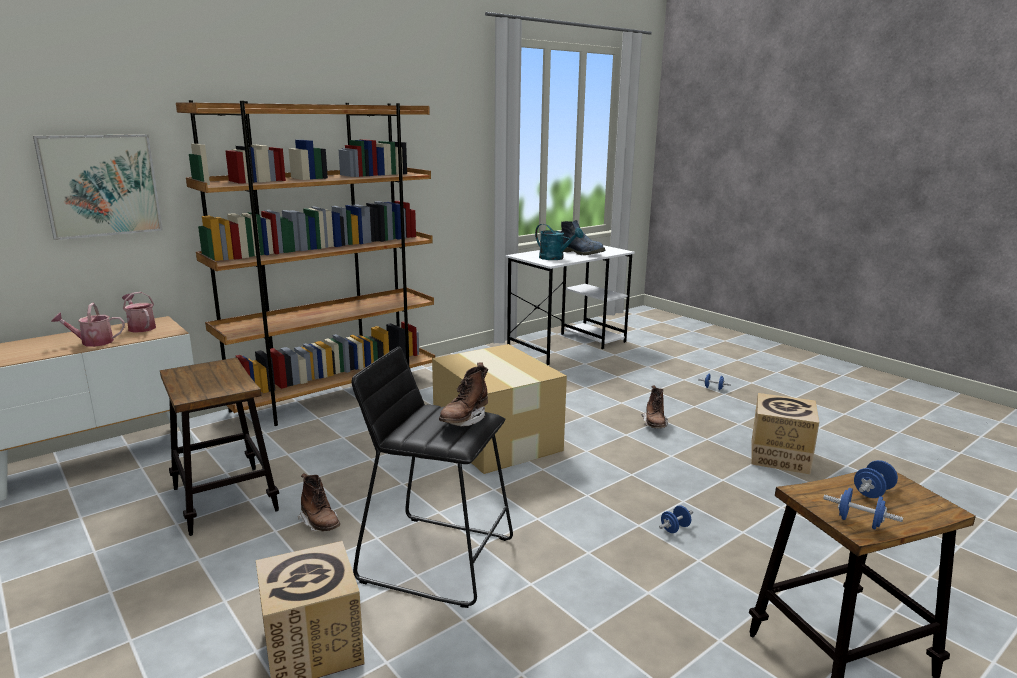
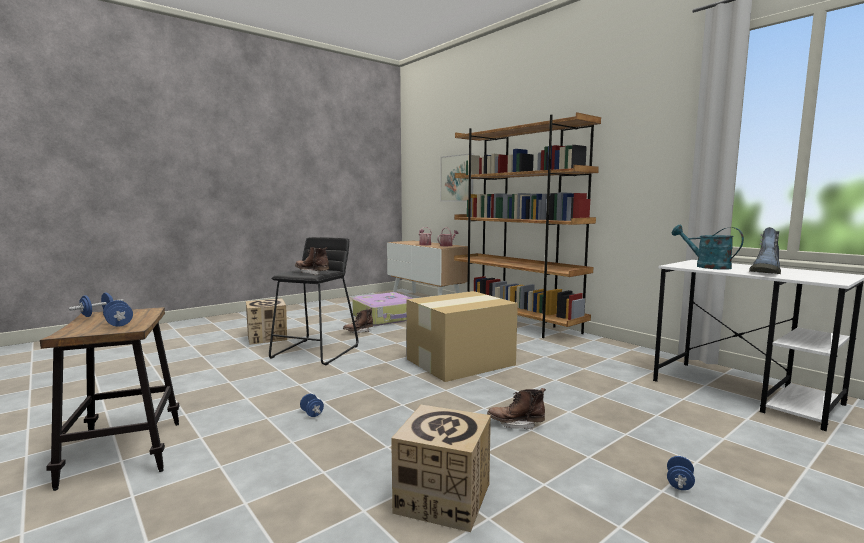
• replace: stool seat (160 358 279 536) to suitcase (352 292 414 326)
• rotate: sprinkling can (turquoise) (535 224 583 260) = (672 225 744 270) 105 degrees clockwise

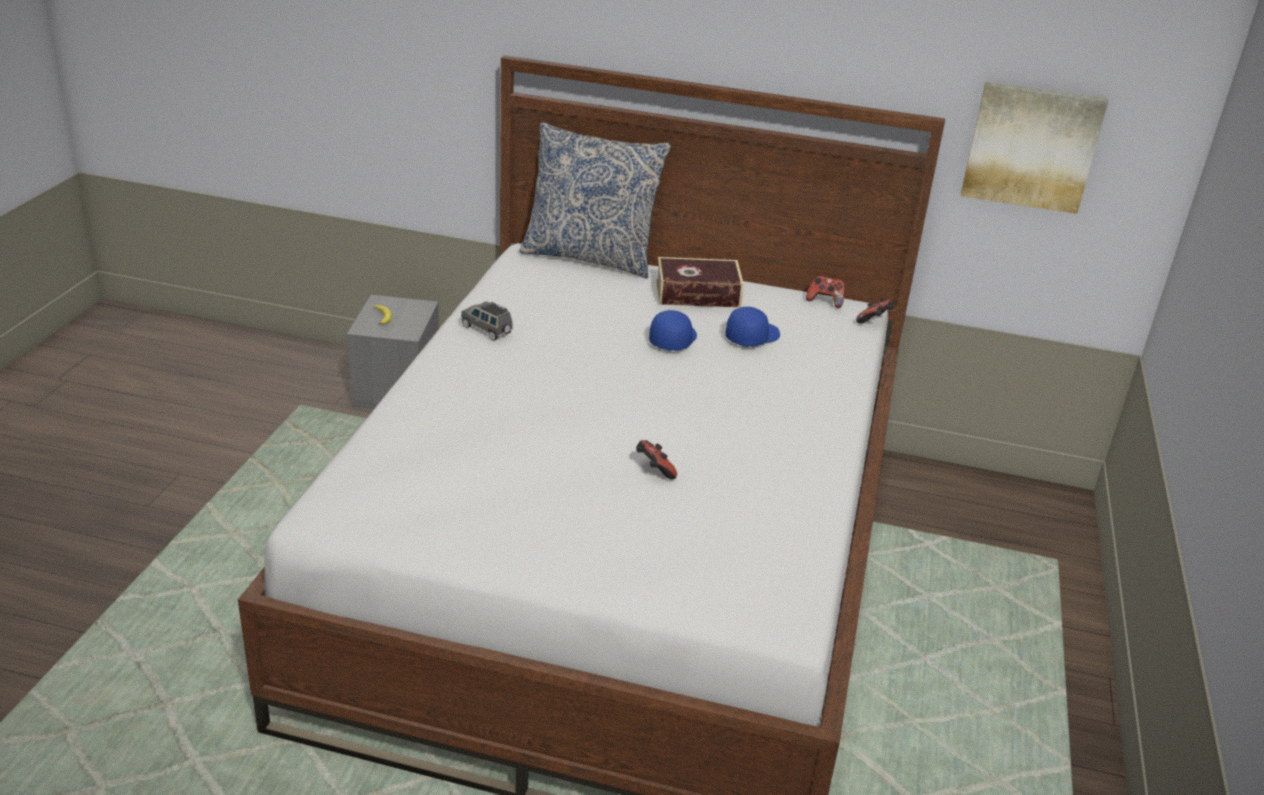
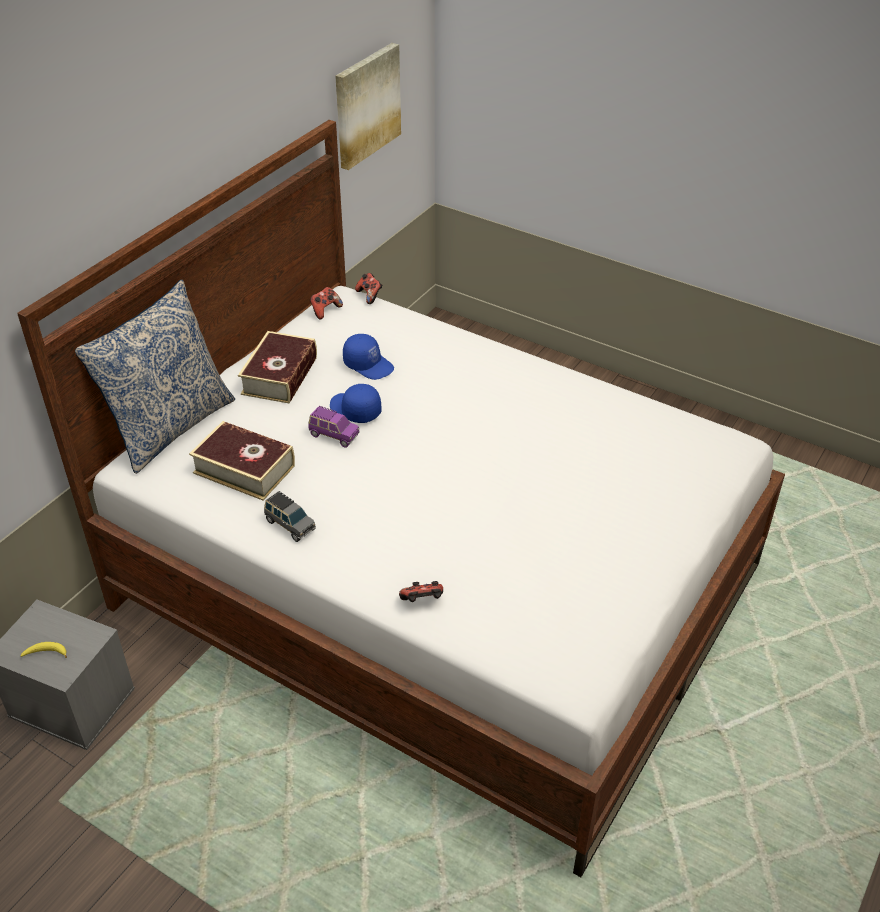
• insert: book (189 421 295 501)
• insert: miniature car (purplish) (308 406 360 448)
• move: gamepad (636 440 677 480) to (399 581 443 602)
• rotate: miniature car (greyish) (461 301 513 341) = (264 491 316 542) 105 degrees counterclockwise
• rotate: cap (blue-coloured) (726 307 780 347) = (343 334 394 380) 150 degrees clockwise

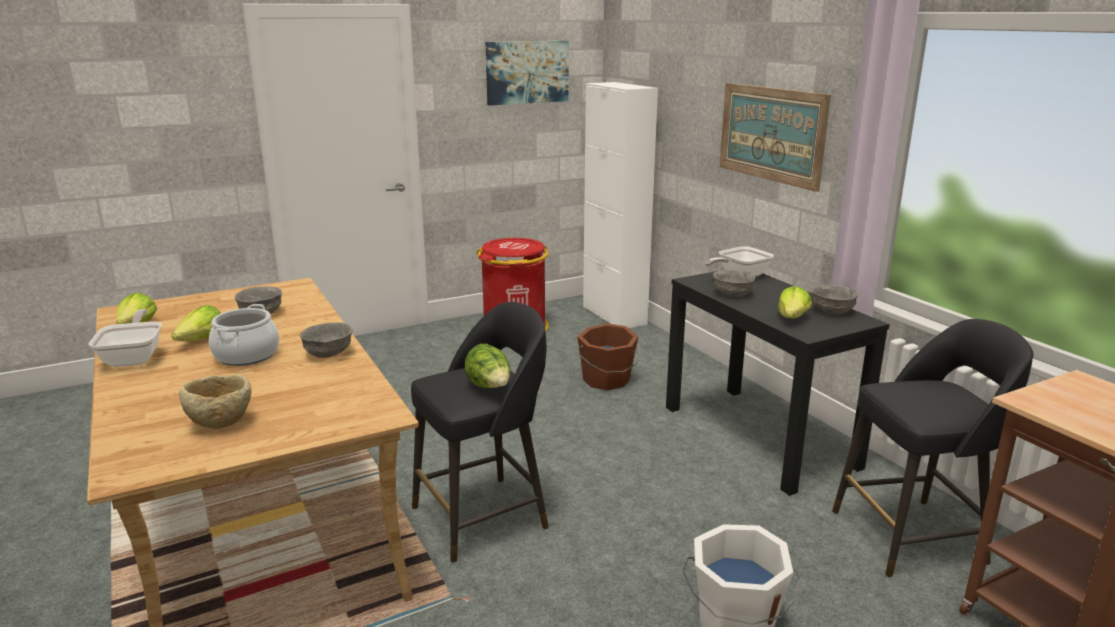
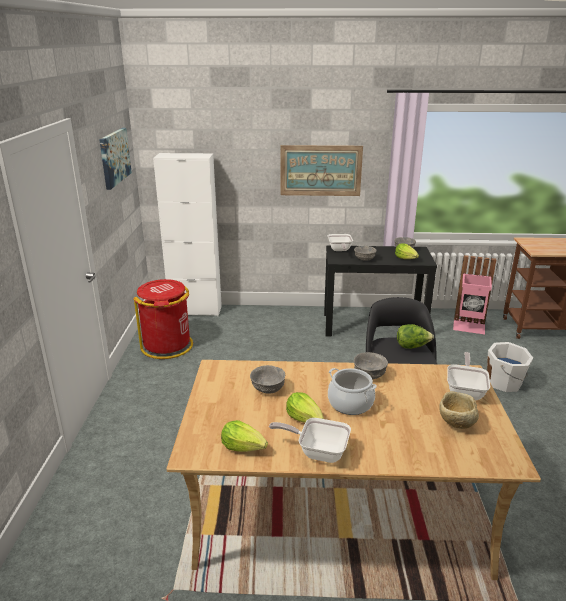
• delete: pail (brown) (577 323 640 390)
• insert: skillet (447 352 490 401)
• replace: stool seat (blackish) (832 319 1034 577) to rubbish bin (pinkish) (453 255 496 334)

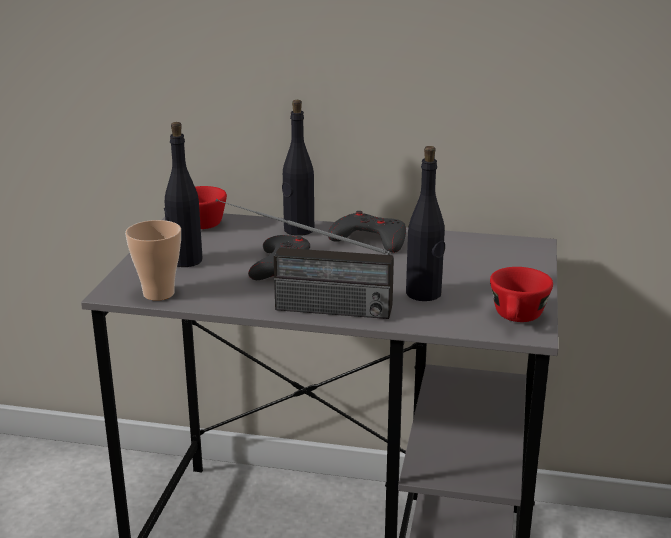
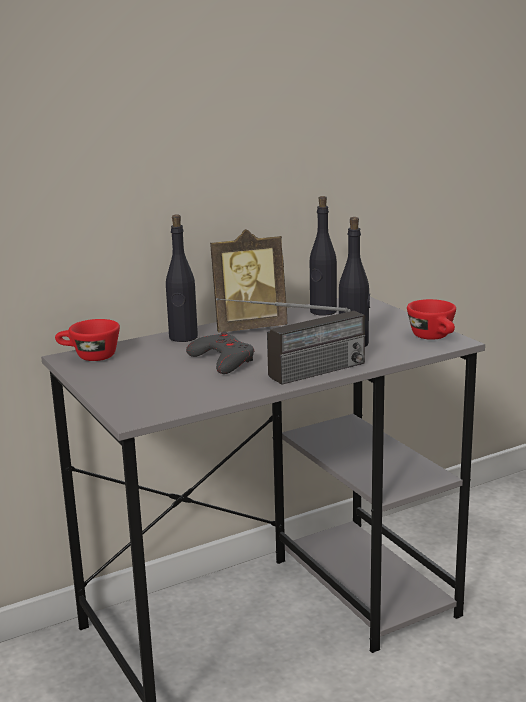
• delete: drinking cup (125 220 181 301)
• move: beverage bottle (blackish) (164 122 203 267) to (310 196 337 316)
• replace: gamepad (greyish) (328 211 406 253) to standing frame (210 229 288 332)

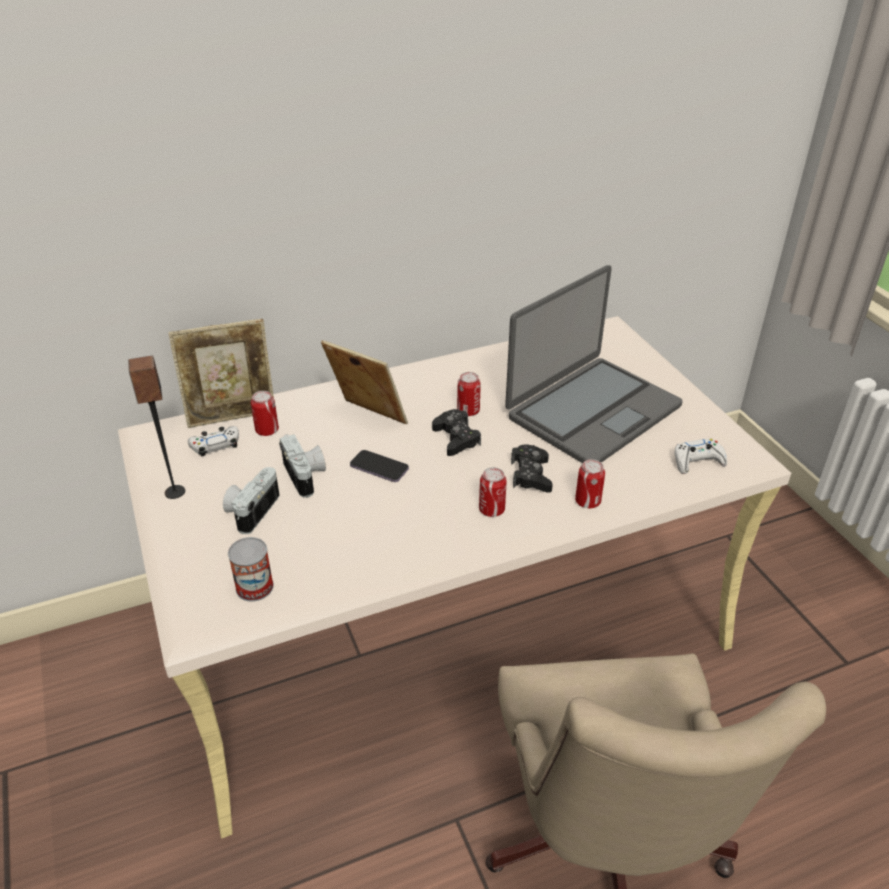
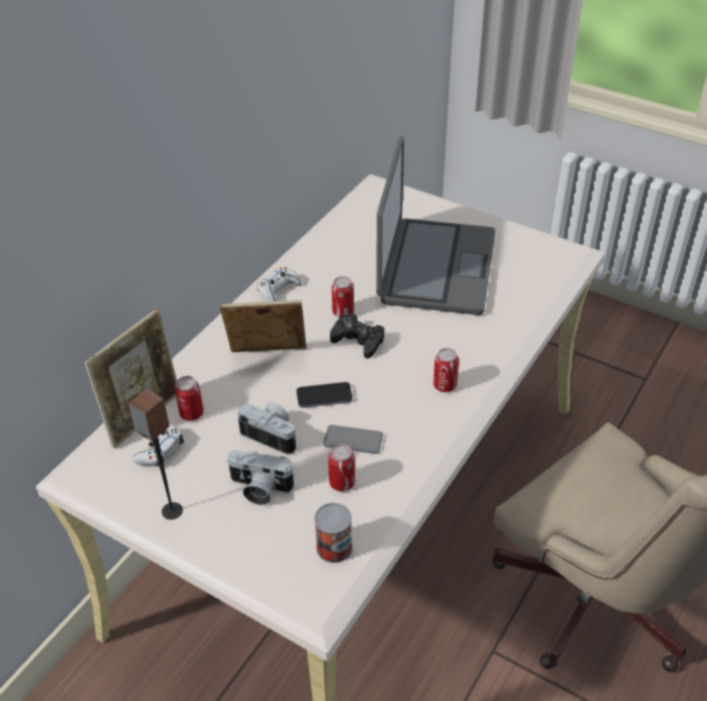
• delete: gamepad (blackish) (511 444 553 493)
• insert: phone (323 425 383 454)
• move: metal can (575 459 605 508) to (328 444 355 491)
• move: gamepad (whitish) (674 439 727 474) to (257 267 302 302)
• rotate: photo camera (223 467 279 534) = (227 450 295 505) 60 degrees counterclockwise

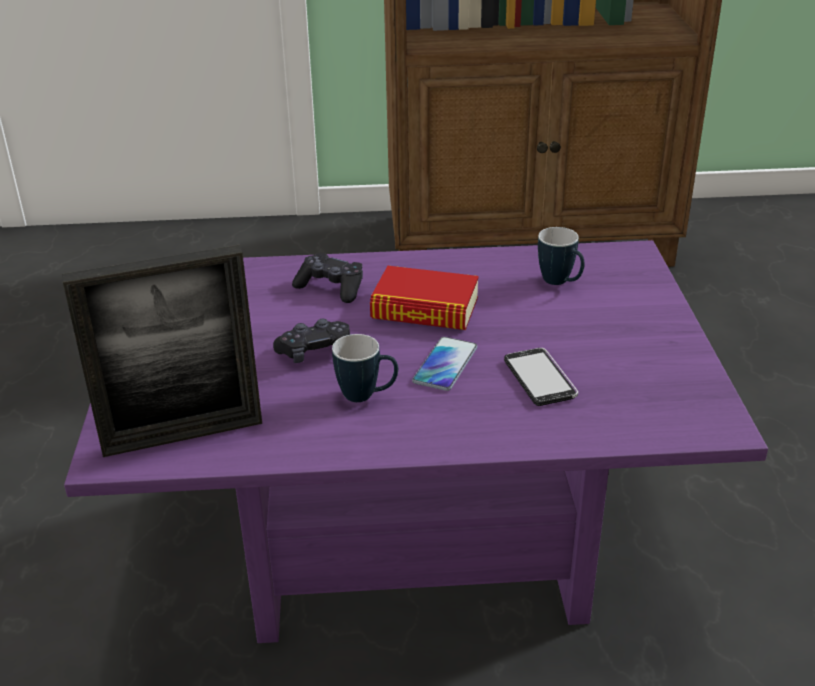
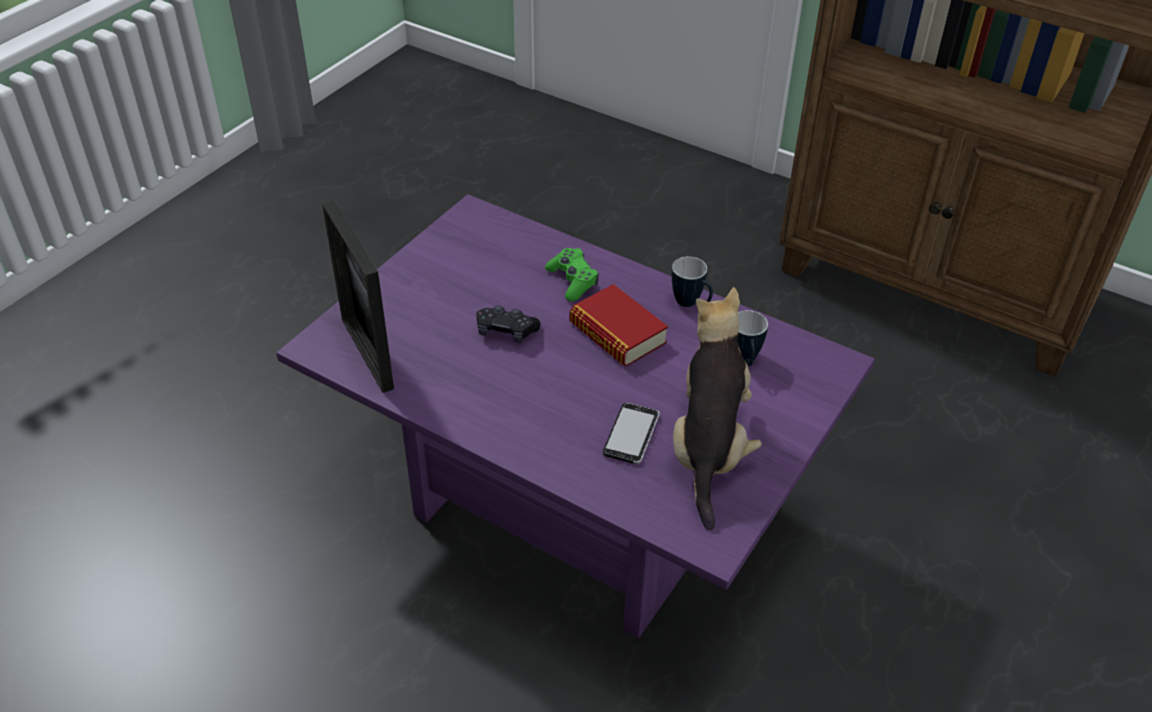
• delete: phone (412 337 477 391)
• insert: plush toy (673 287 762 530)
• move: mug (332 334 398 402) to (672 256 713 307)
• recolor: gamepad (blackish) (292 253 363 303) to gamepad (greenish) (545 248 599 301)
• rotate: standing frame (62 245 262 457) = (322 201 394 393) 45 degrees clockwise

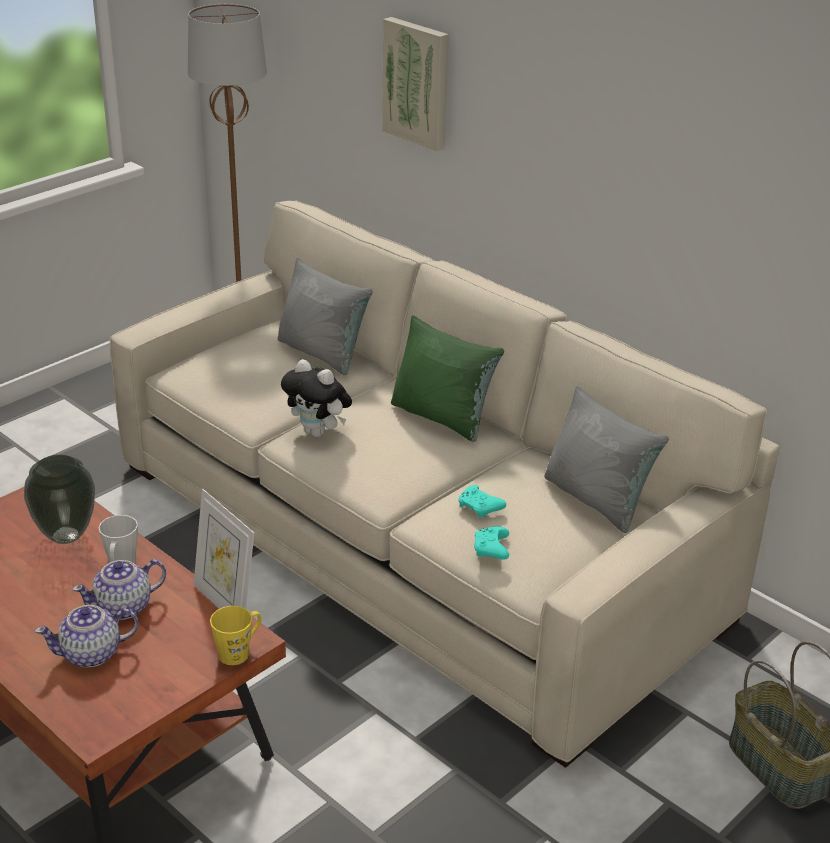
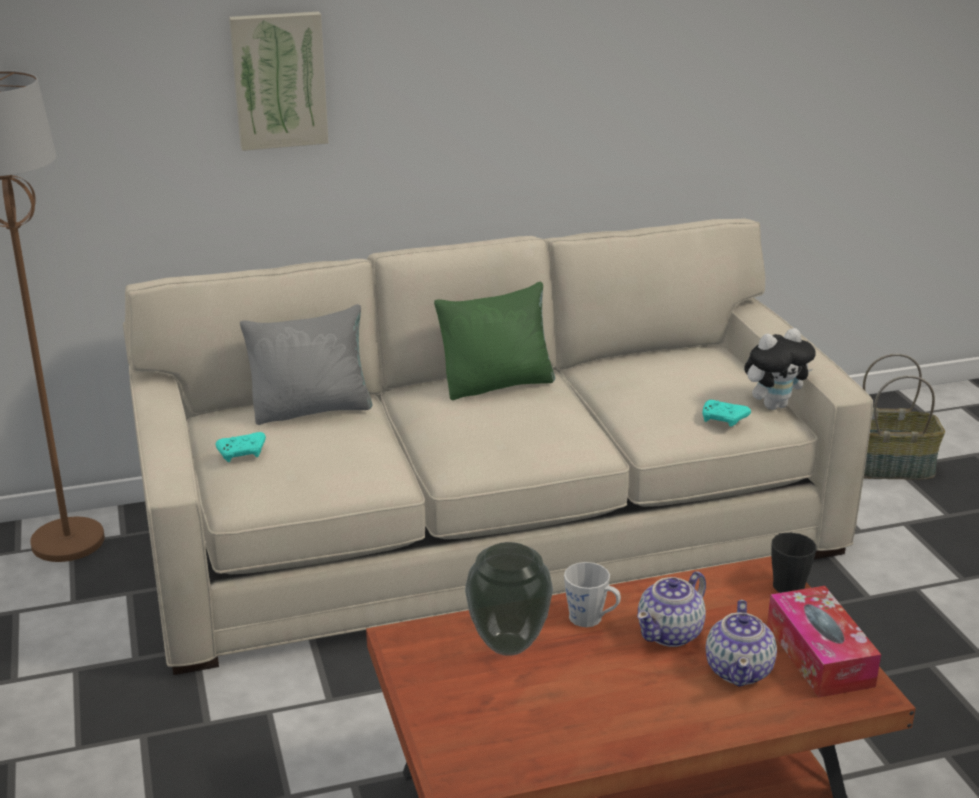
• delete: standing frame (194 489 254 609)
• delete: cushion (greyish) (544 386 669 533)
• insert: tissue holder (767 586 881 698)
• move: plush toy (281 359 352 437) to (744 328 816 410)
• move: gamepad (turquoise) (458 485 506 518) to (216 432 266 462)
• recolor: mug (yellow-coloured) (210 606 262 665) to mug (blackish) (771 533 817 593)
• rotate: tea pot (72 559 166 620) = (637 571 706 647) 45 degrees clockwise

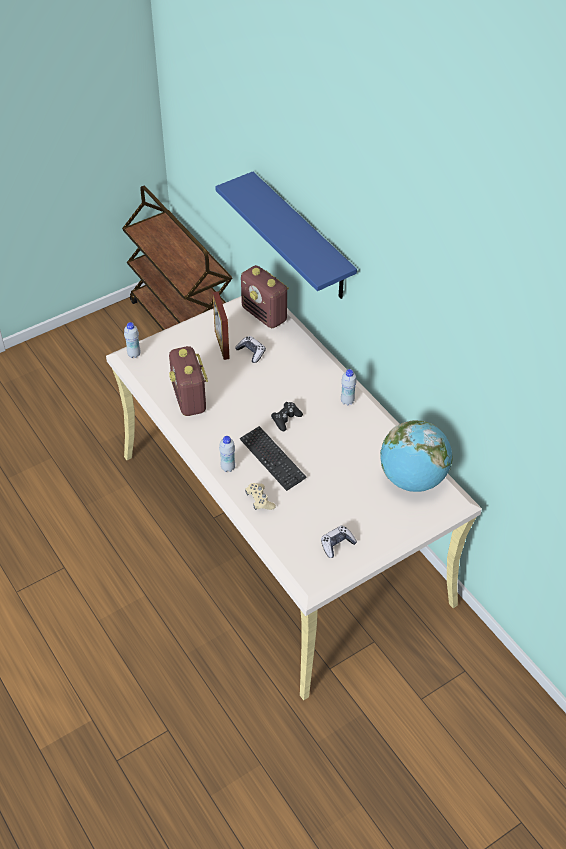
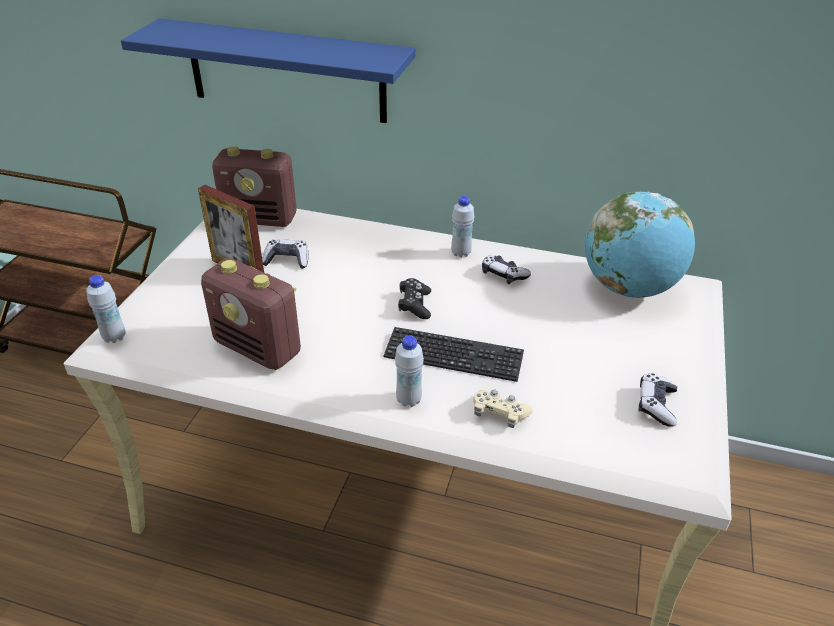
• insert: gamepad (482 255 531 284)

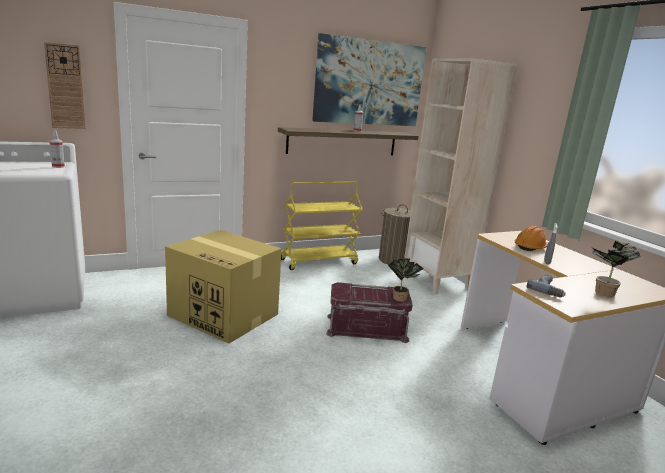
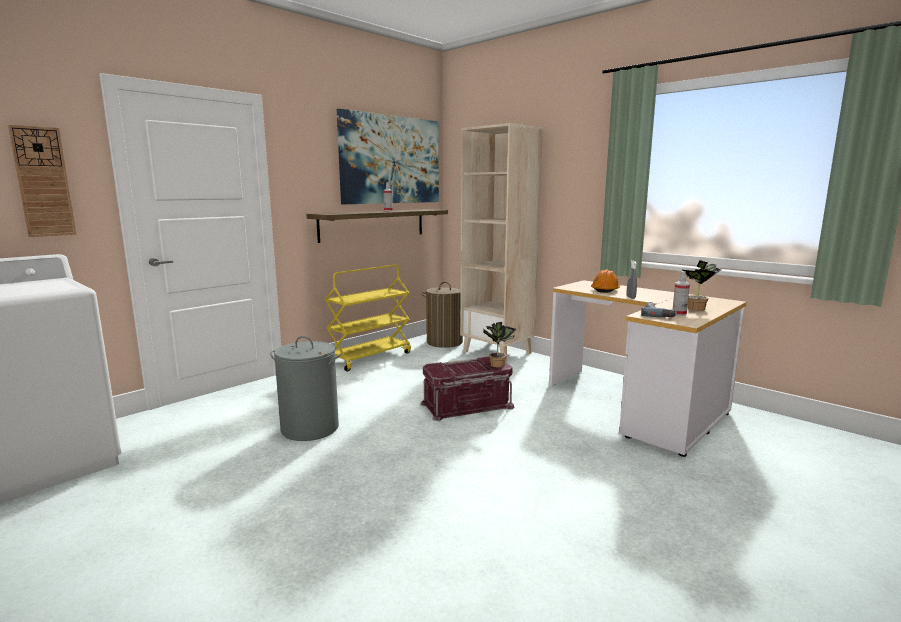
• move: spray bottle (49 131 65 168) to (672 271 690 316)
• replace: packing box (165 230 282 343) to hamper (greyish) (270 336 341 441)

